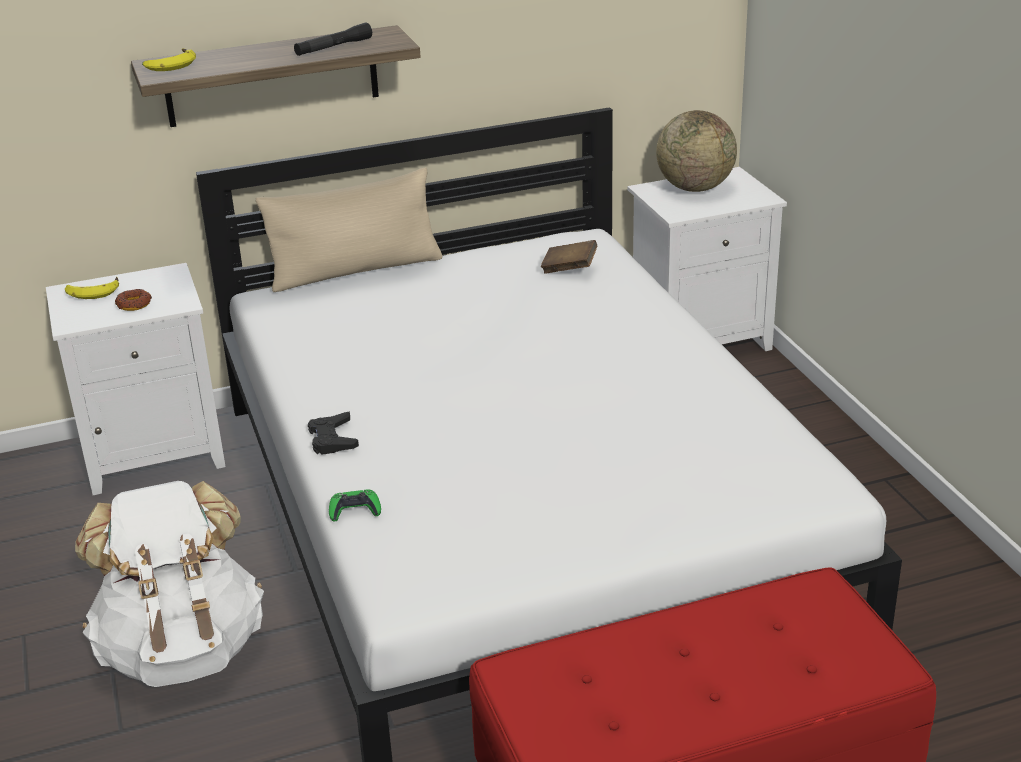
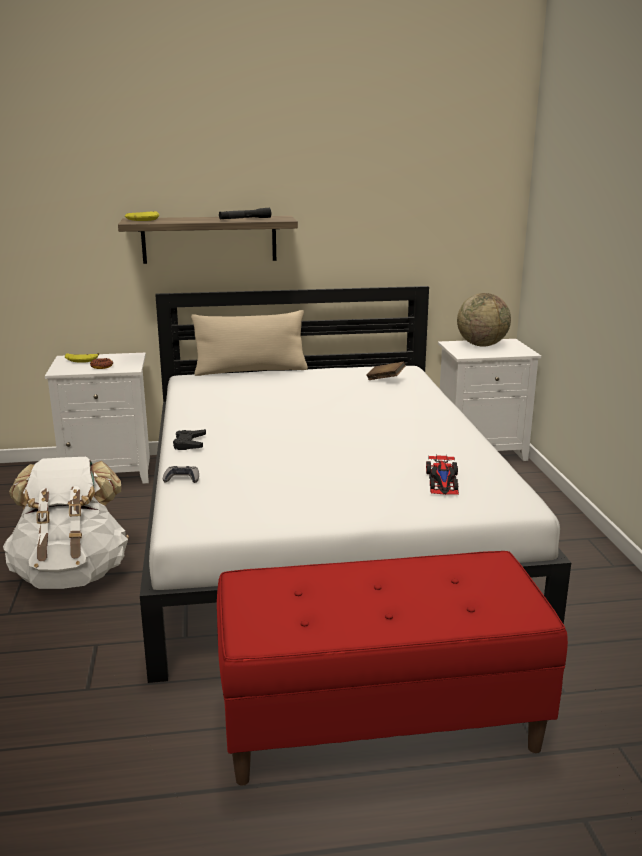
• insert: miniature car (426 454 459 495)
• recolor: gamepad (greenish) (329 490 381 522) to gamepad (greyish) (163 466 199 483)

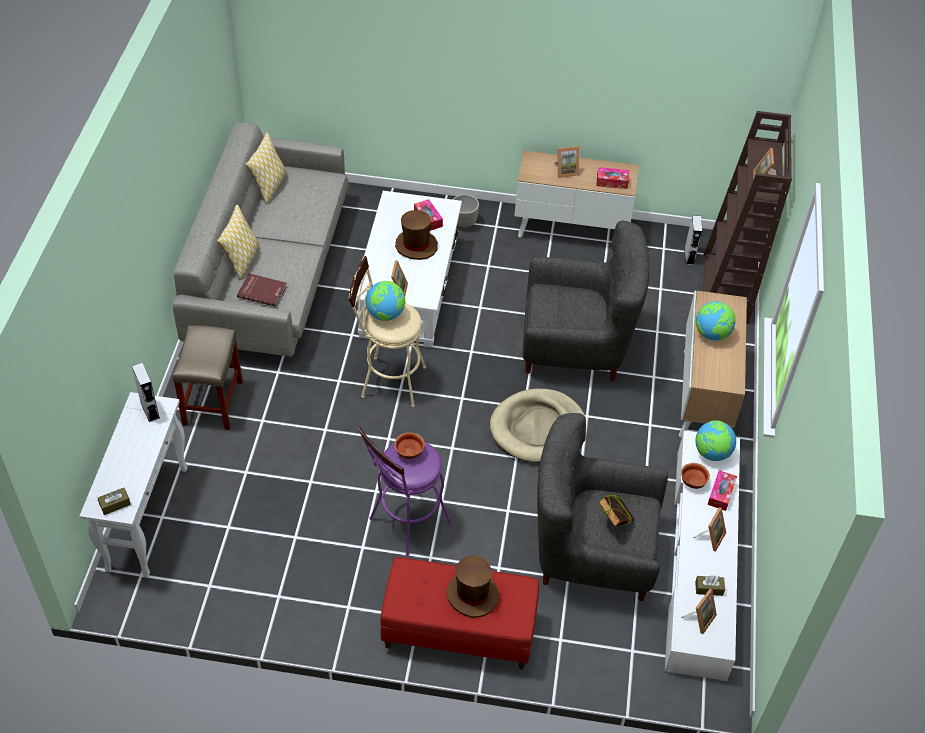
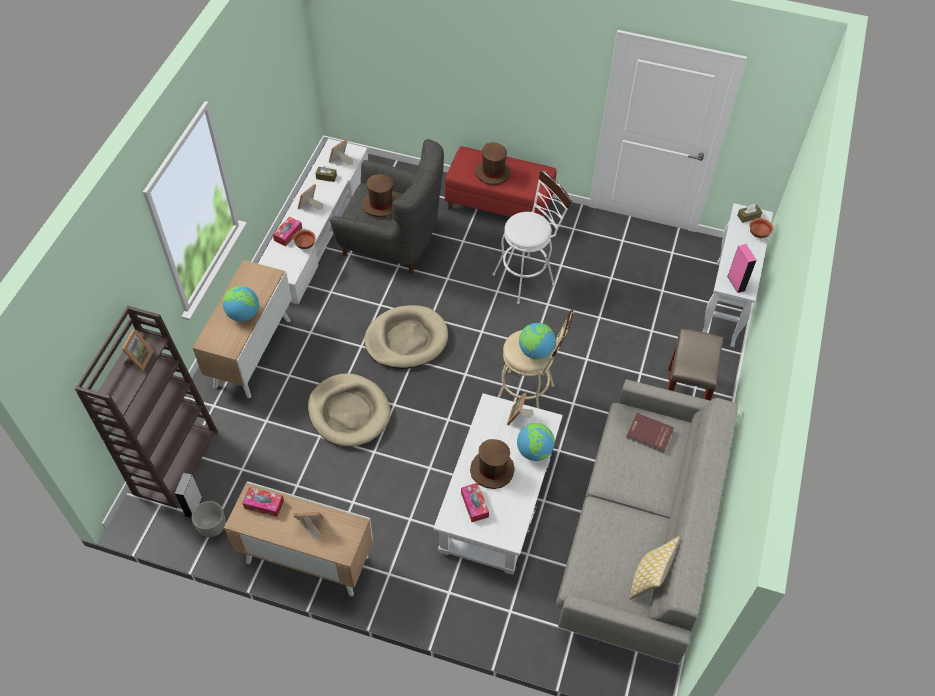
• delete: cushion (217 205 260 280)
• move: deep dish (394 433 425 459) to (750 218 773 238)
• move: flower pot (452 194 479 228) to (192 501 226 537)
• move: globe (695 420 736 461) to (517 423 555 461)
• replace: easy chair (greyish) (523 220 649 381) to dog bed (beige) (308 374 391 447)
• replace: book (598 495 635 527) to wearable hat (brown) (362 174 398 217)
• recolor: loudspeaker (greyish) (132 363 160 422) to loudspeaker (pinkish) (727 244 757 293)
• recolor: stool seat (purplish) (358 427 452 556) to stool seat (whitish) (492 169 572 304)

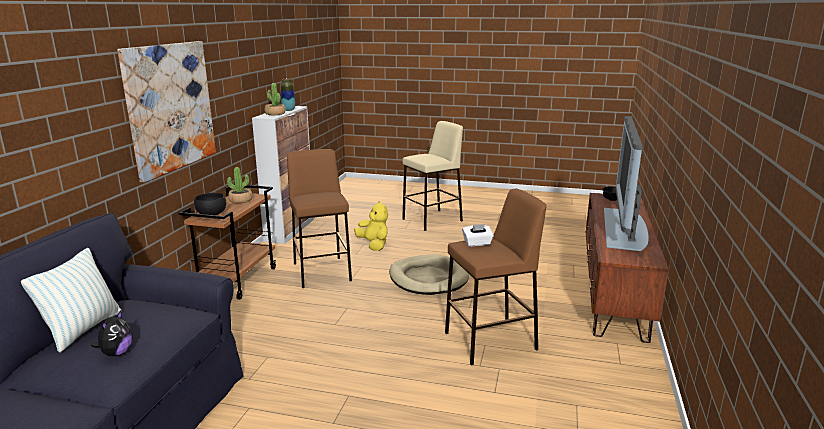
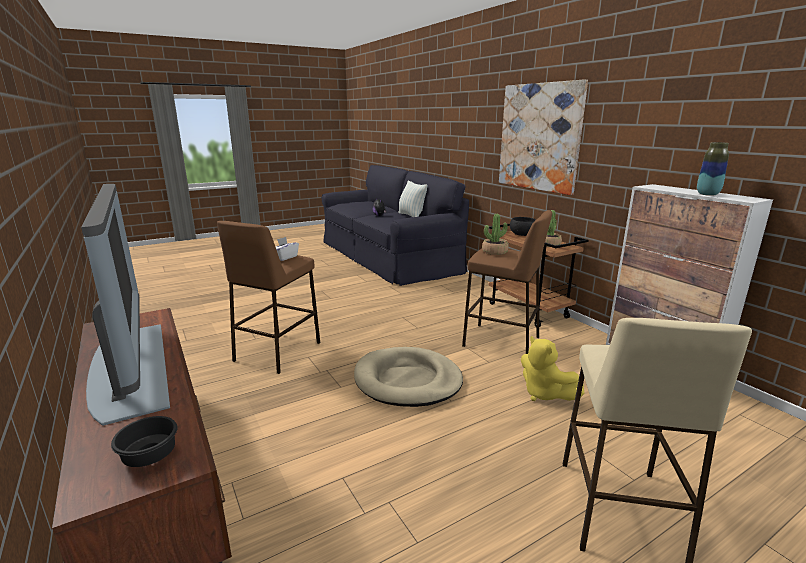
• move: potted plant (265 83 286 115) to (482 214 508 255)
• rotate: plush toy (yellow-coloured) (354 201 388 251) = (521 336 584 401) 45 degrees clockwise

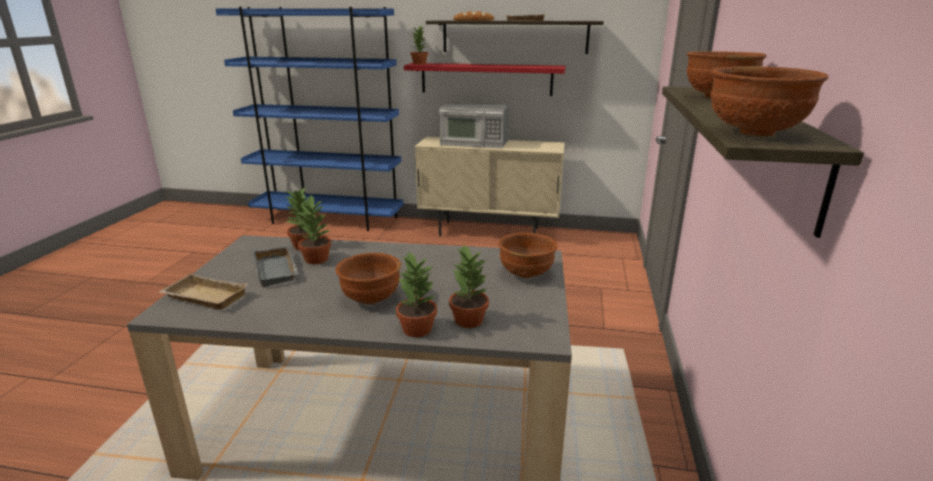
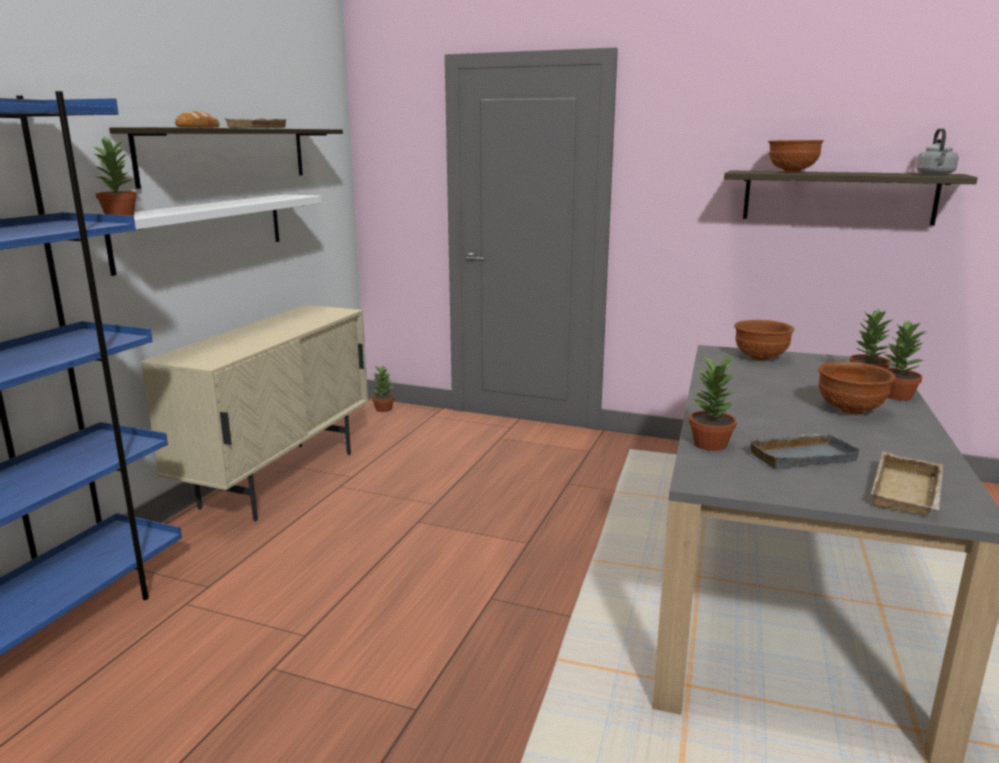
• delete: kitchen microwave (439 102 509 148)
• move: potted plant (295 195 331 264) to (372 365 395 412)
• replace: deep dish (brown) (711 66 829 137) to water kettle (greyish) (916 128 959 175)
• recolor: bracket shelf (red-coloured) (404 63 565 96) to bracket shelf (whitish) (104 194 321 276)

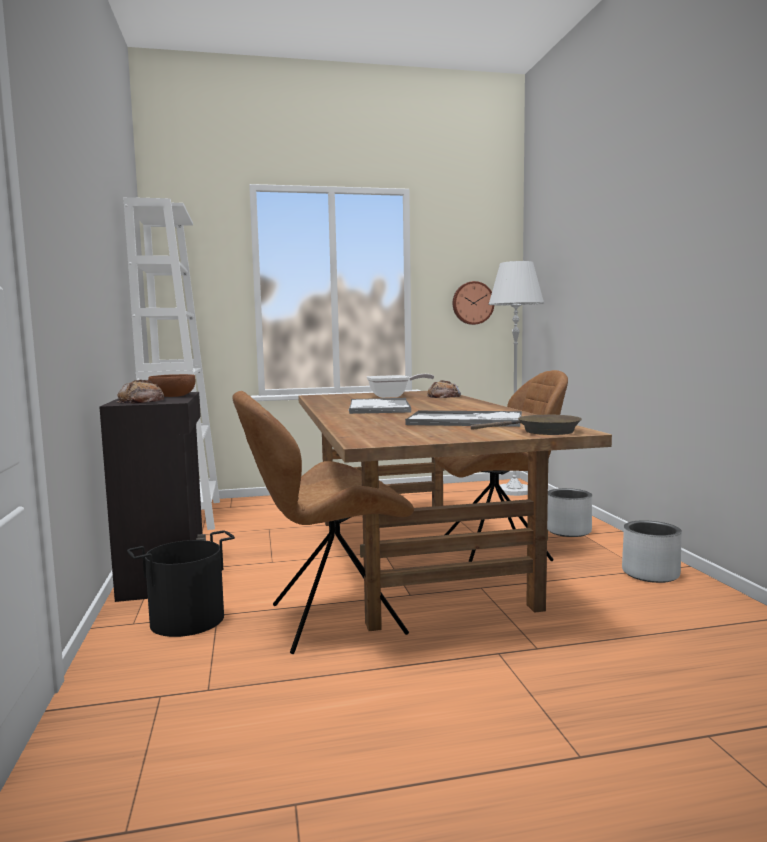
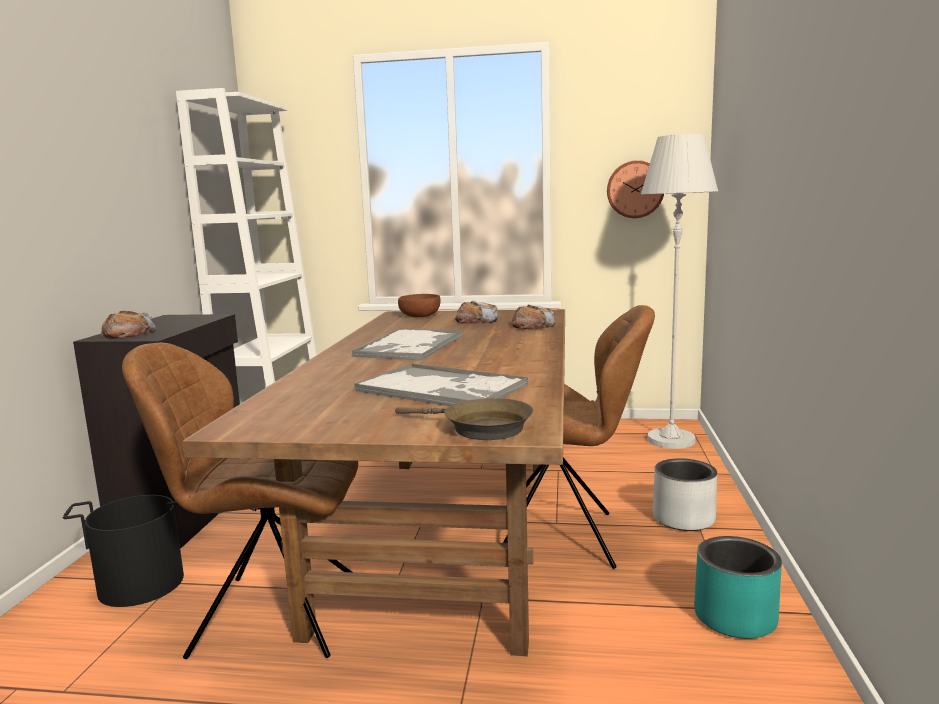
• move: deep dish (brown) (148 374 195 397) to (398 294 440 317)
• replace: skillet (367 374 434 398) to baked bread (455 301 498 324)
• recolor: flower pot (greyish) (622 520 682 583) to flower pot (turquoise) (694 536 782 639)

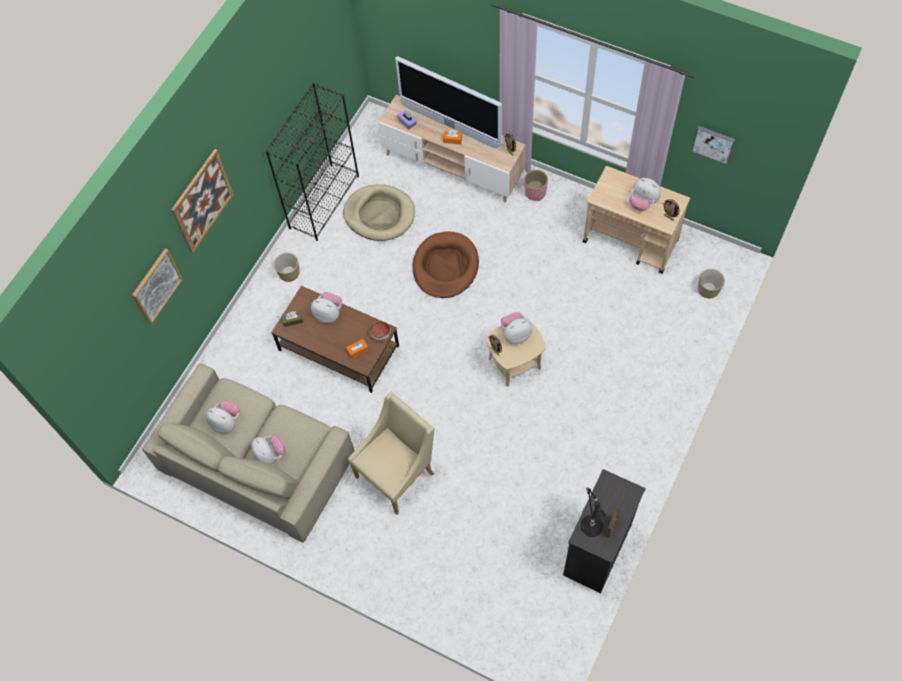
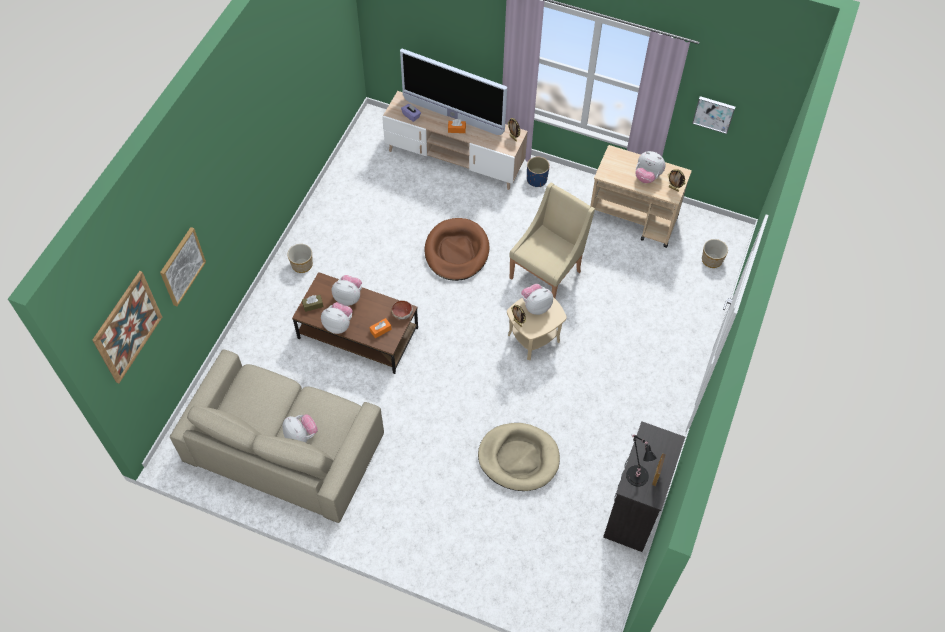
• delete: bookshelf (blackish) (265 83 359 241)
• move: picture (171 149 234 253) to (92 271 162 383)
• move: plush toy (206 400 240 433) to (321 302 353 334)
• move: dog bed (beige) (343 184 415 241) to (478 423 560 491)
• move: easy chair (beige) (348 392 434 515) to (509 182 595 298)
• recolor: flower pot (pinkish) (524 170 548 201) to flower pot (blue-coloured) (527 157 550 187)

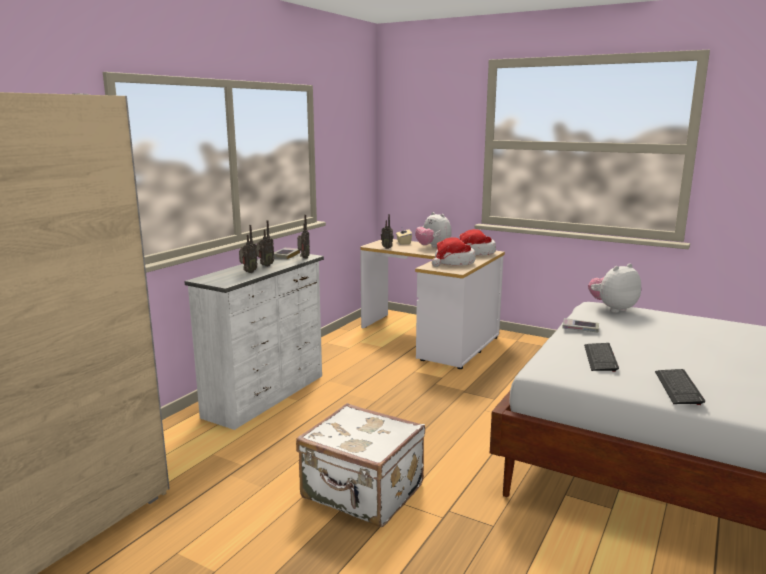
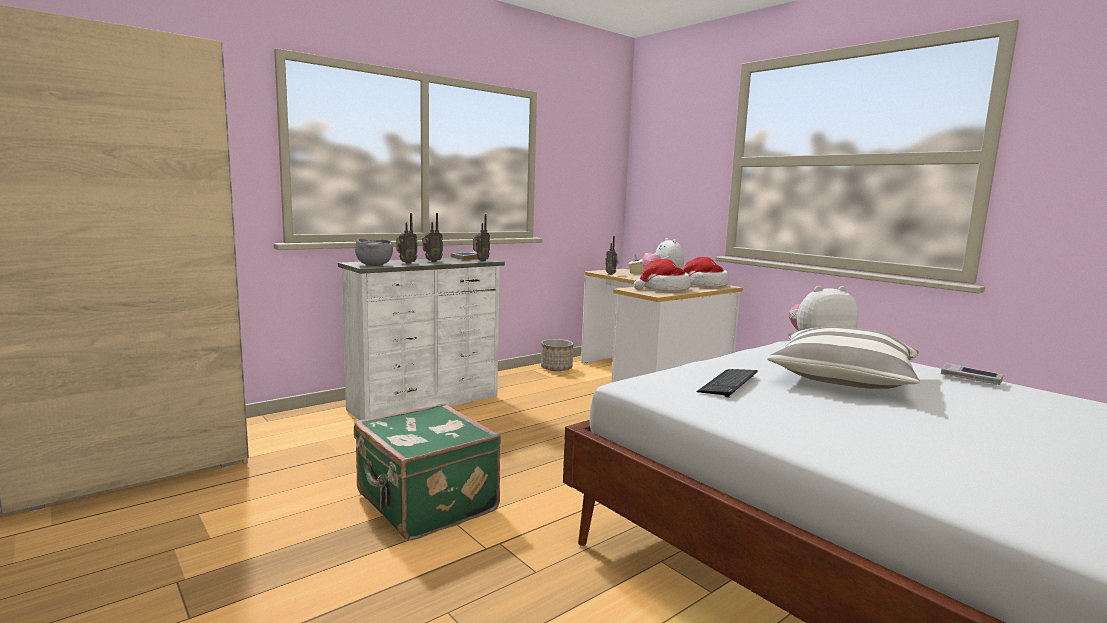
• delete: PC keyboard (655 369 705 405)
• insert: deep dish (greyish) (355 239 393 266)
• insert: flower pot (541 339 573 371)
• insert: cushion (767 326 920 389)
• move: book (562 318 599 333) to (941 363 1003 385)
• recolor: suitcase (whitish) (296 403 425 527) to suitcase (greenish) (354 403 501 540)

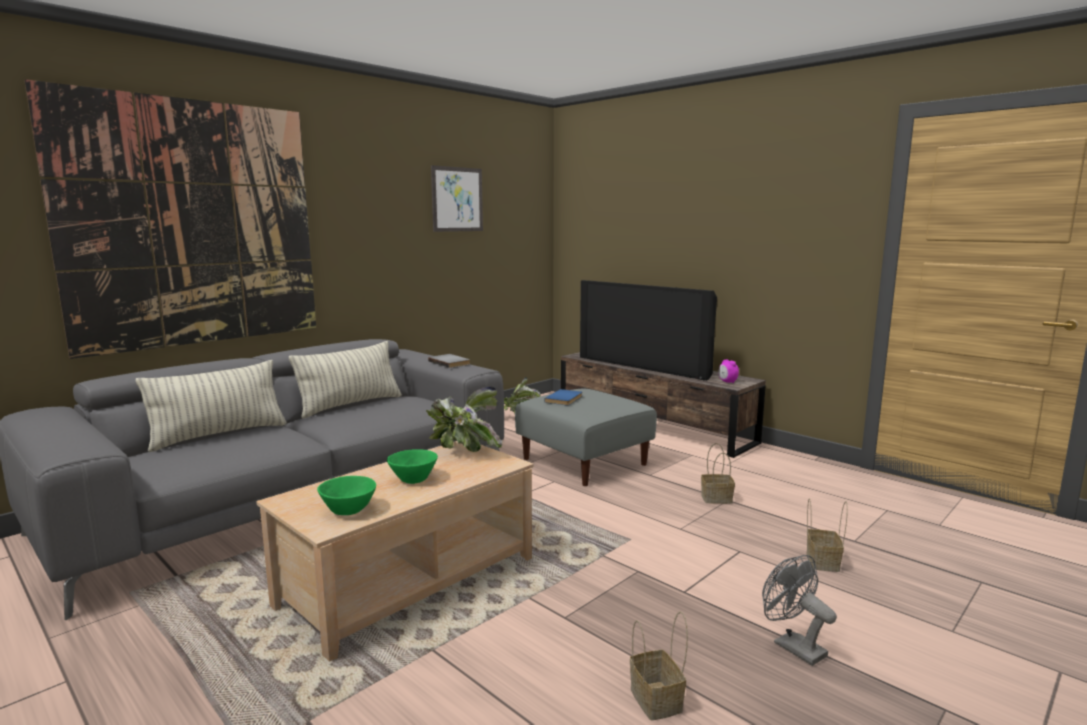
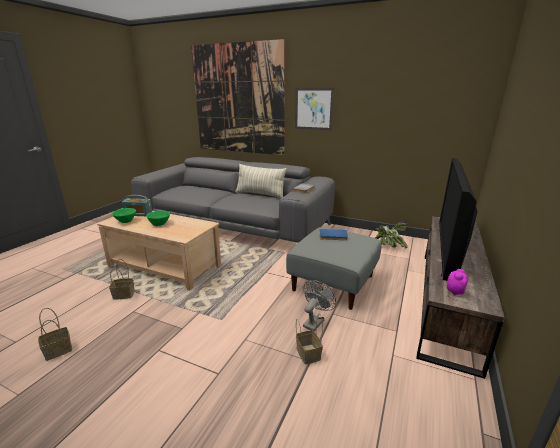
• delete: cushion (136 360 287 452)
• delete: potted plant (426 386 502 452)
• insert: radio (122 195 152 216)
• move: picture (431 165 483 232) to (295 88 334 130)
• move: electric fan (greyish) (762 555 837 666) to (303 280 336 331)
• move: basket (807 499 848 572) to (109 259 135 300)

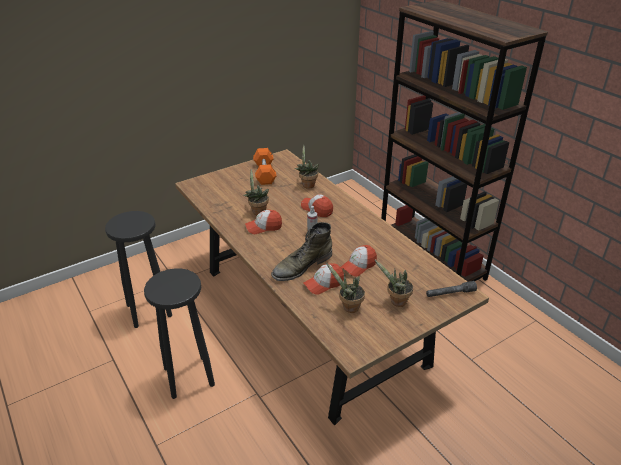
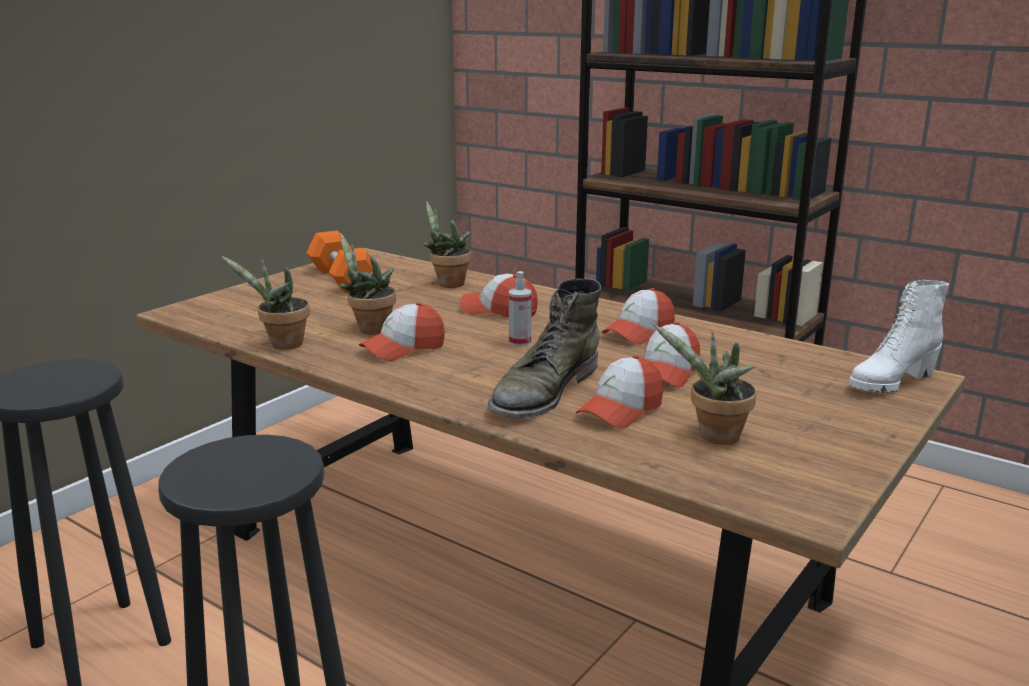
• insert: cap (602 288 675 344)
• move: potted plant (374 259 413 307) to (220 255 310 350)
• replace: flashlight (greyish) (426 281 477 297) to tall boot (whitish) (849 280 949 393)

